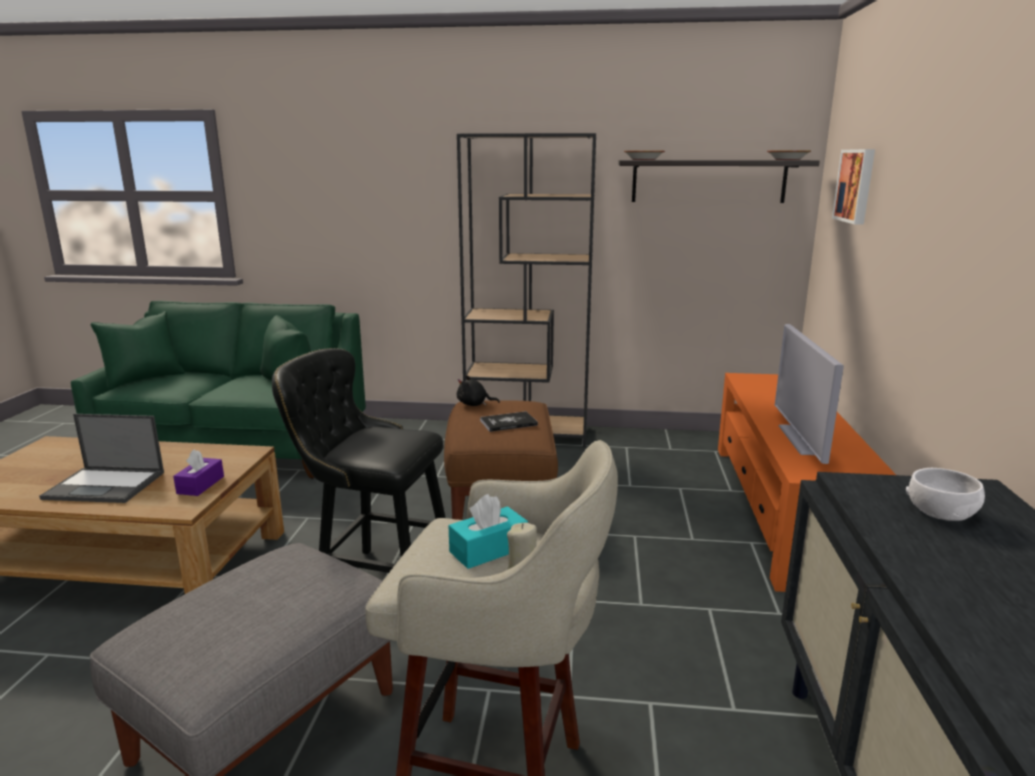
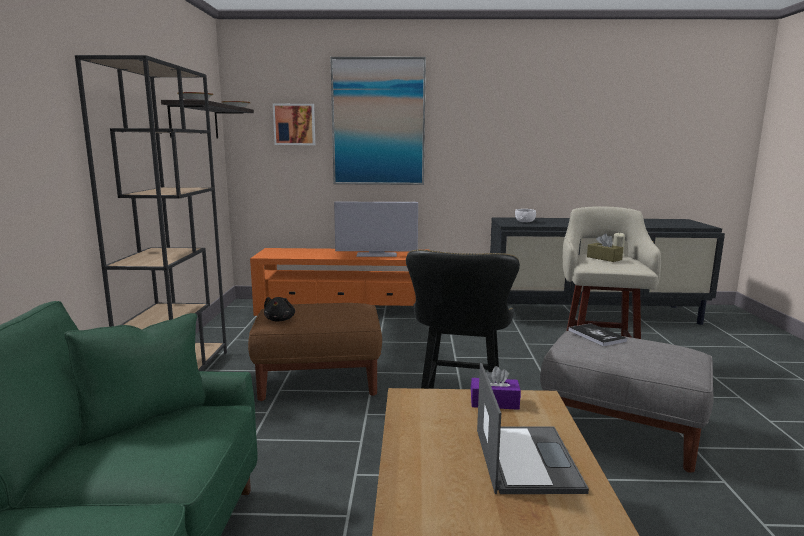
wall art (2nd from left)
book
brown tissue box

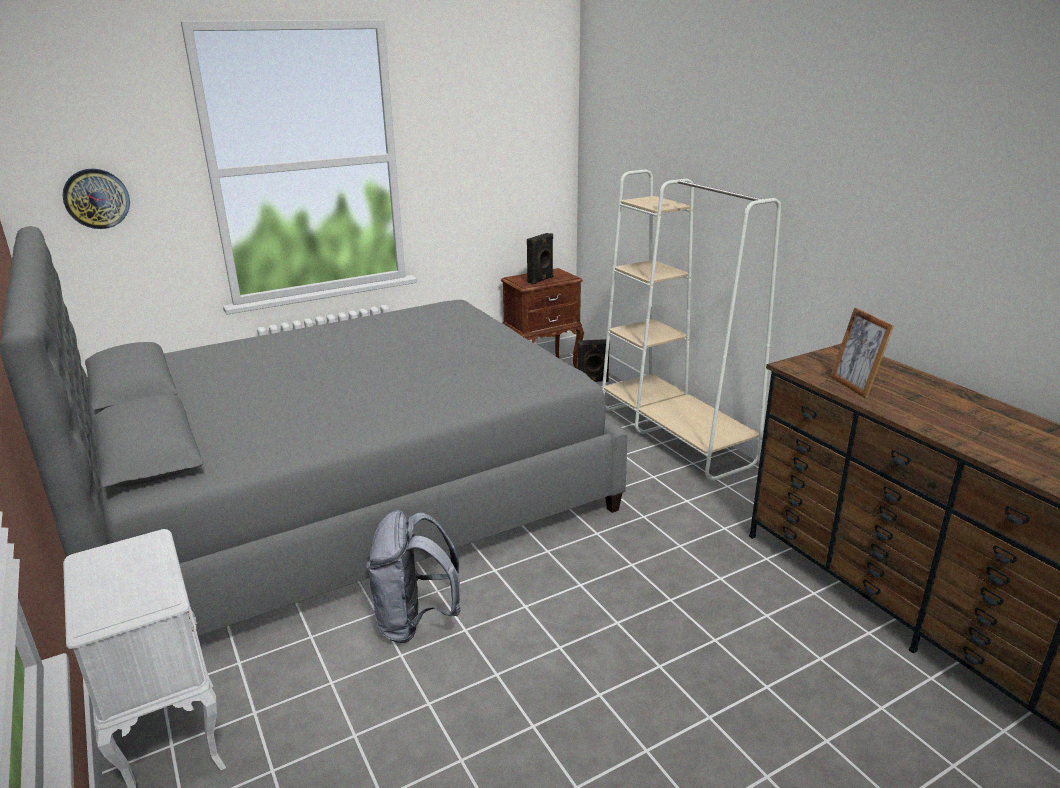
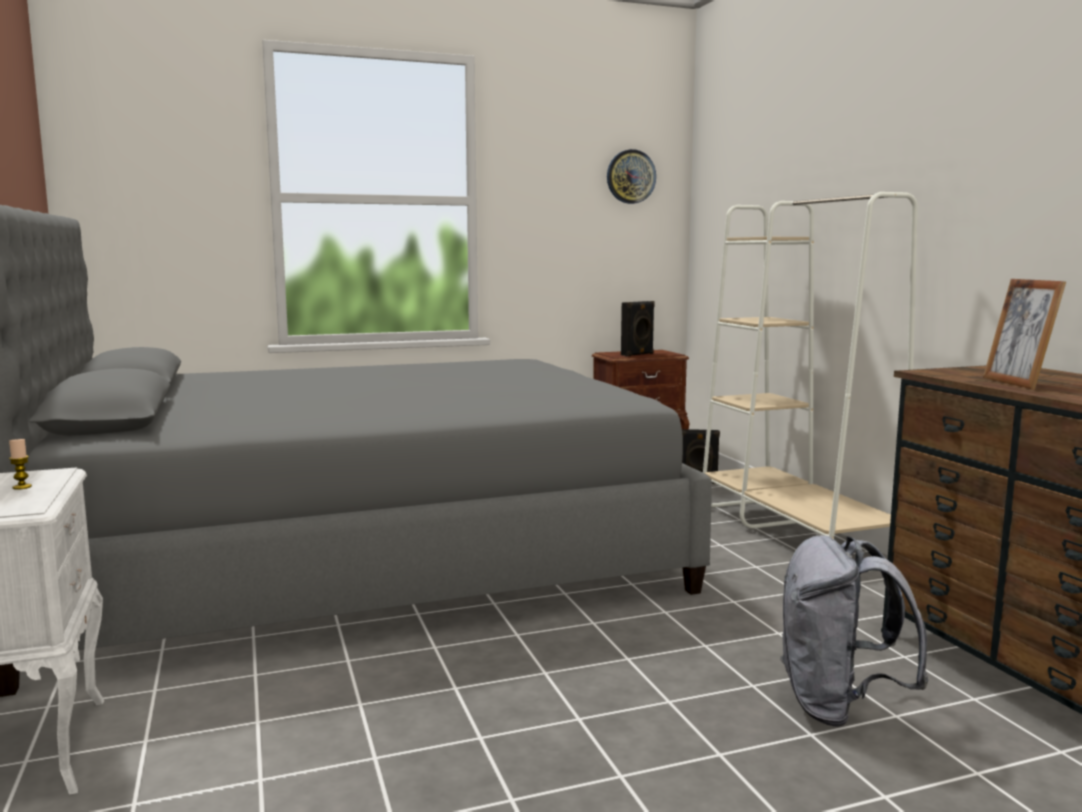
wax candle
wall clock
grey backpack

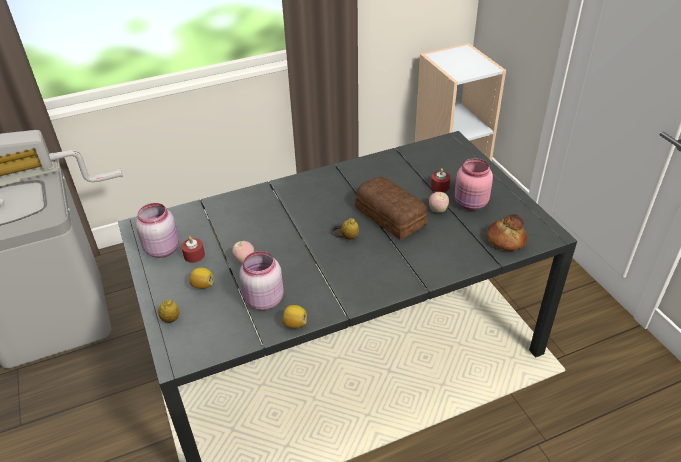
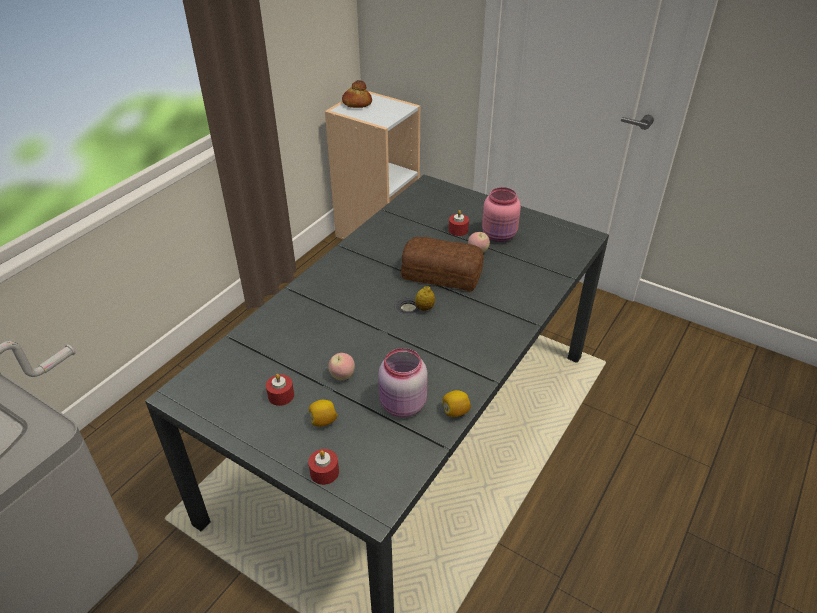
red-coloured wax candle (2nd from left)
bread (1st from left)
pink jar (1st from left in the first image)

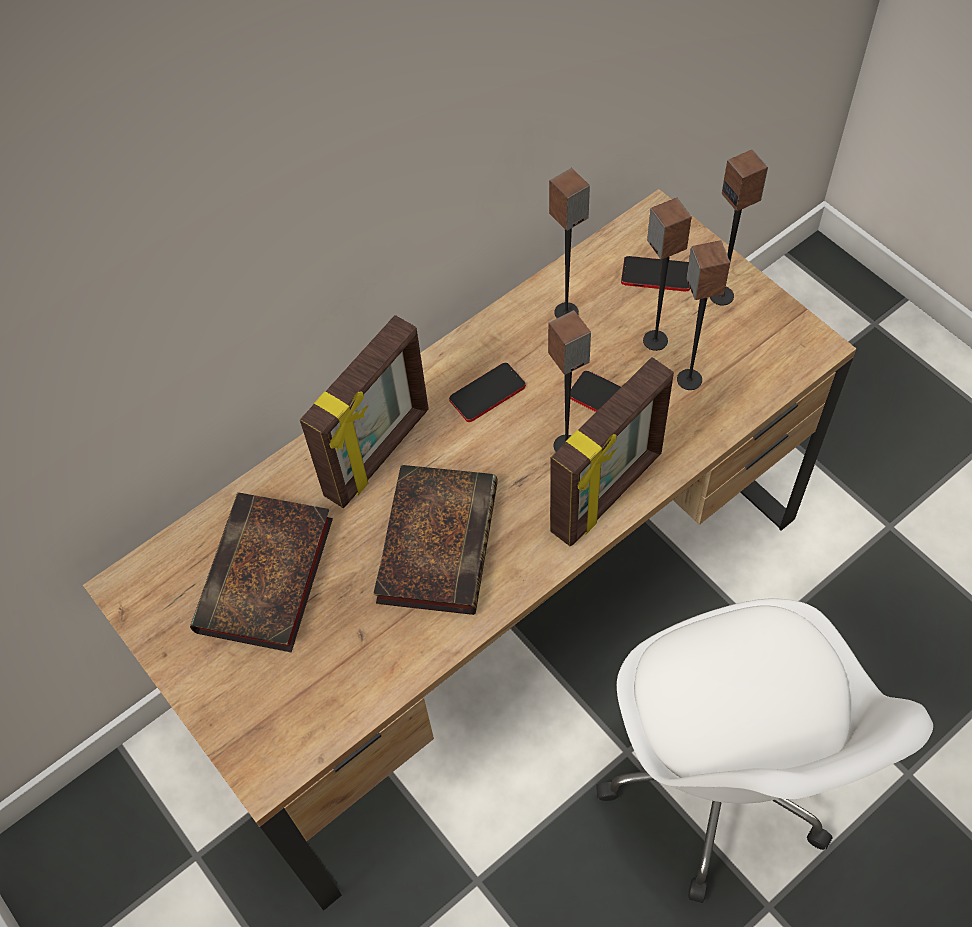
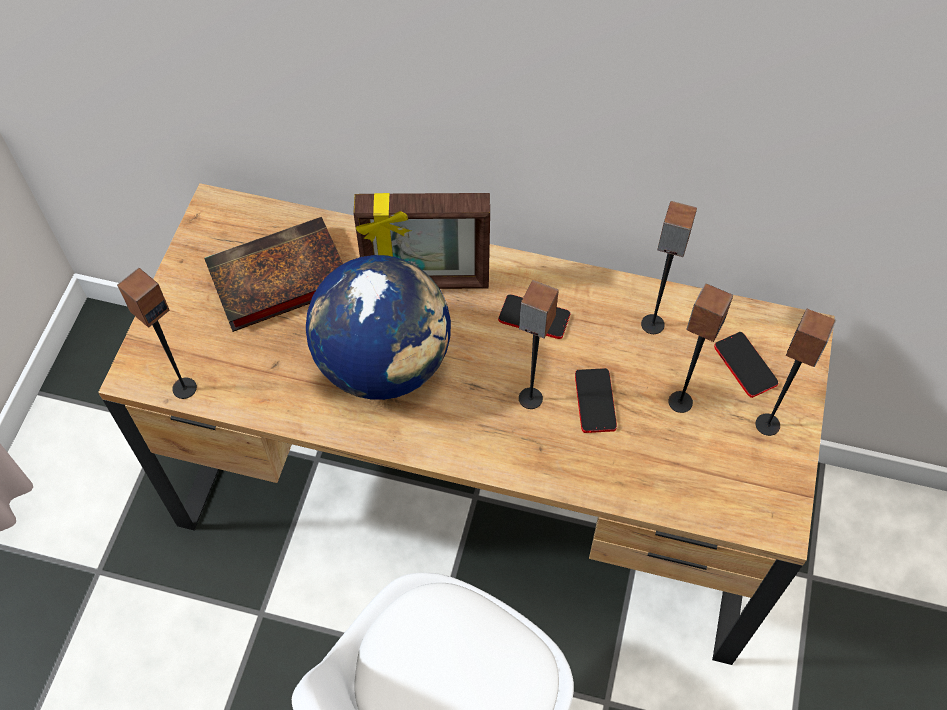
loudspeaker (1st from left)
globe
photo frame (2nd from left in the first image)

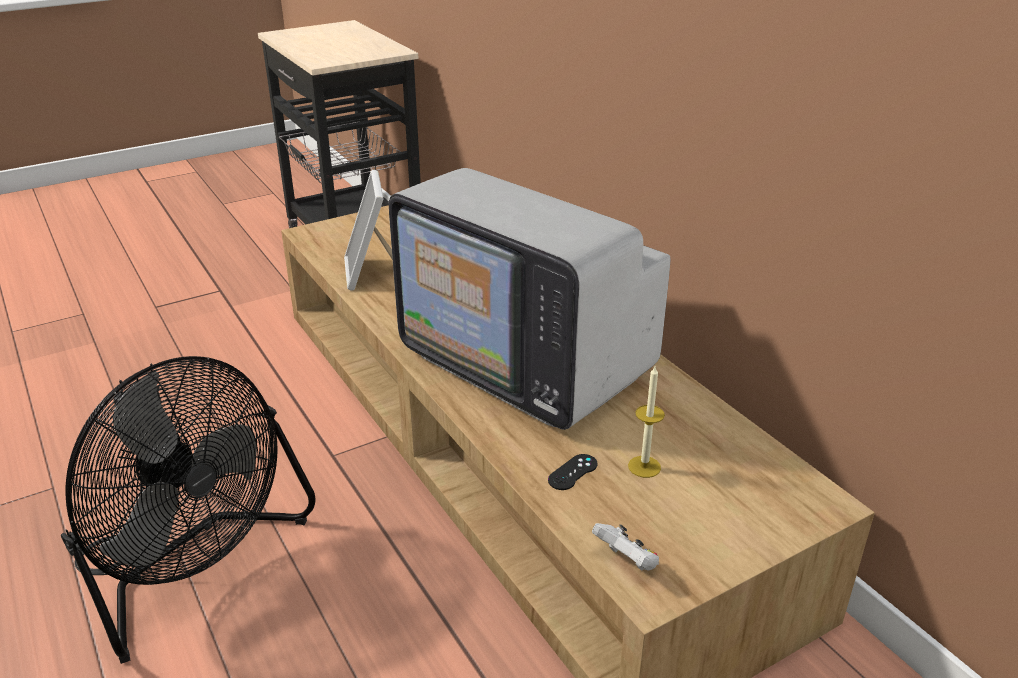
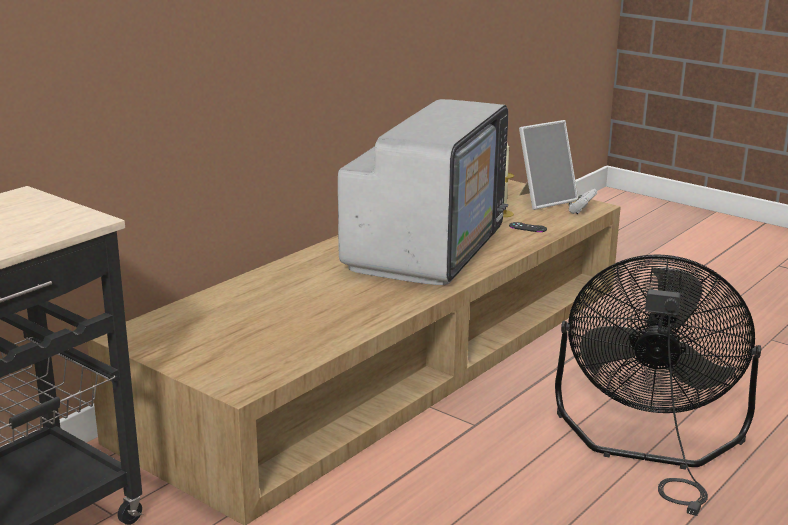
photo frame

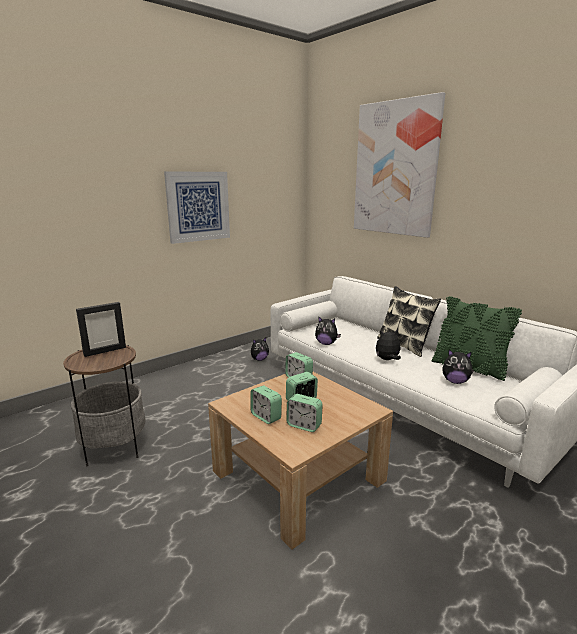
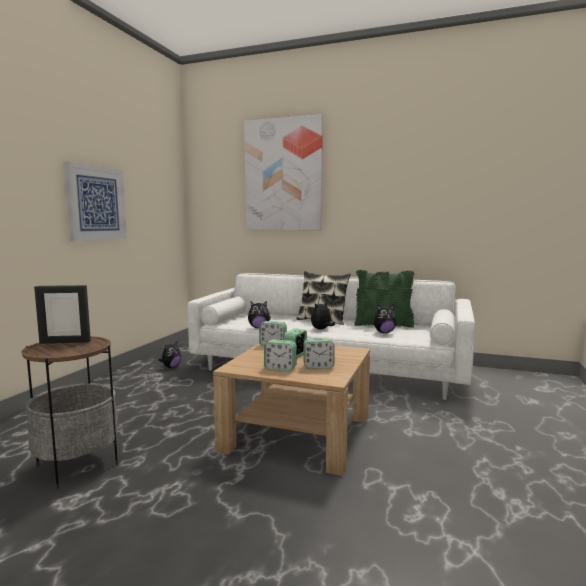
photo frame

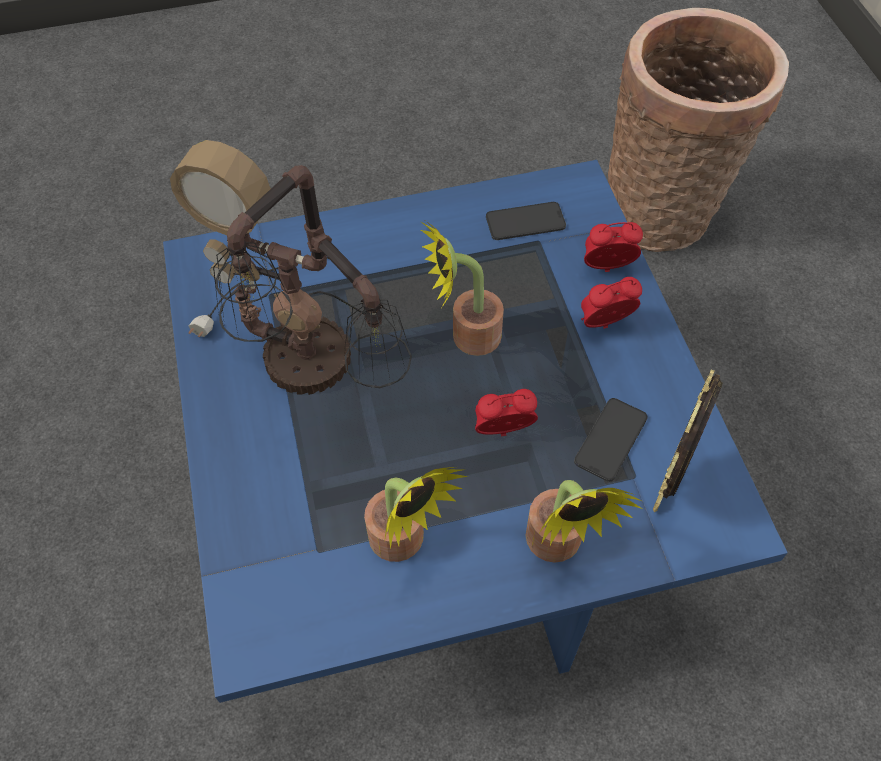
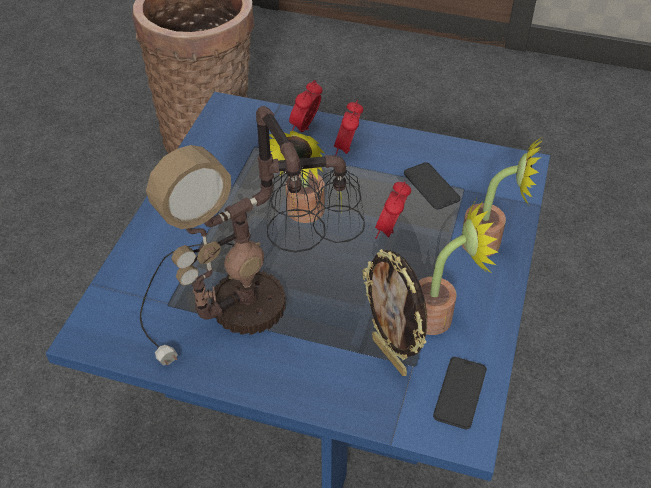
photo frame
phone (2nd from left)

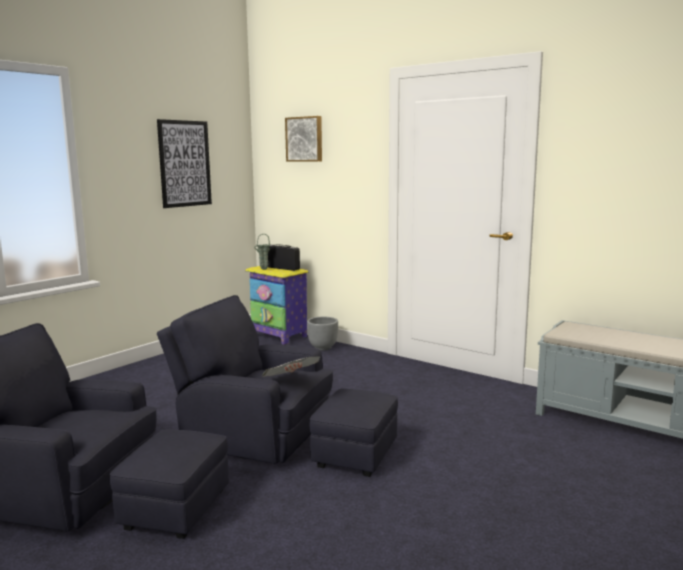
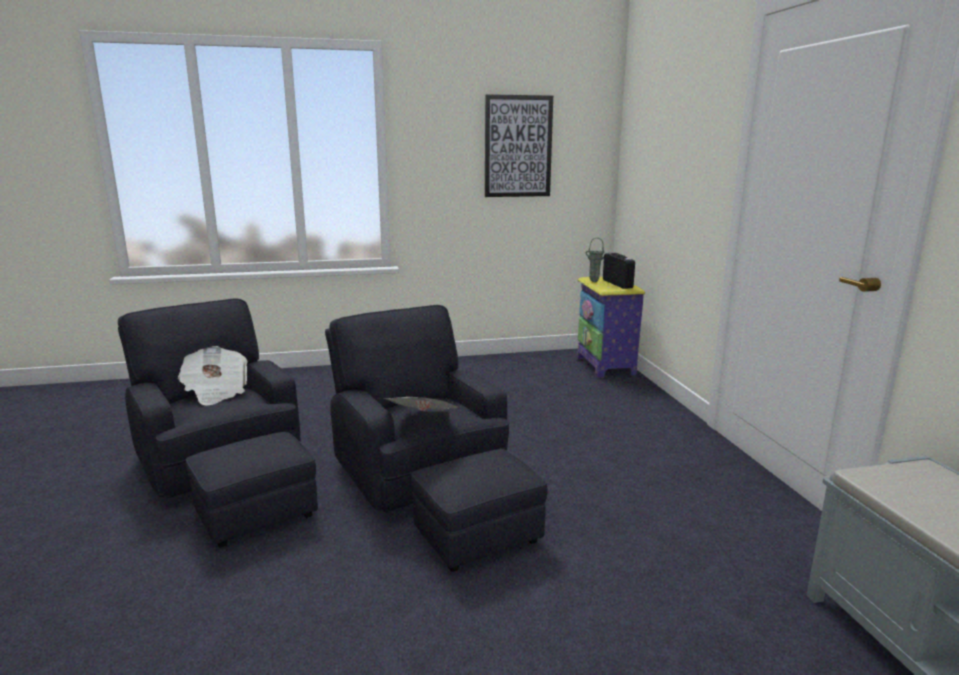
newspaper (1st from left)
wall art (2nd from left in the first image)
grey plant pot

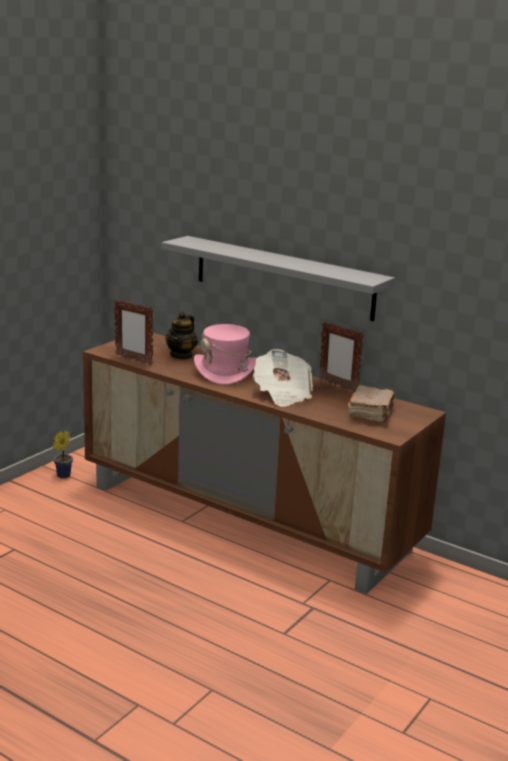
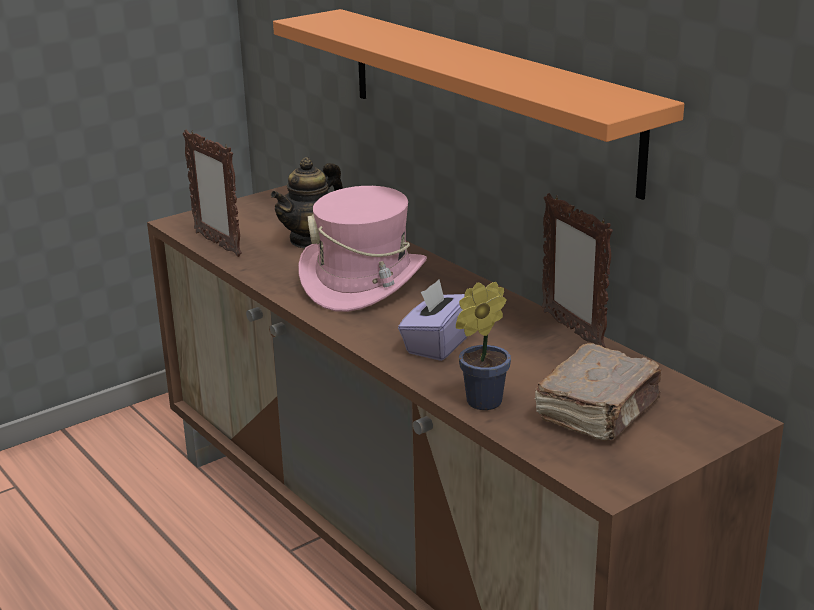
orangey bracket shelf
purple tissue box
potted plant

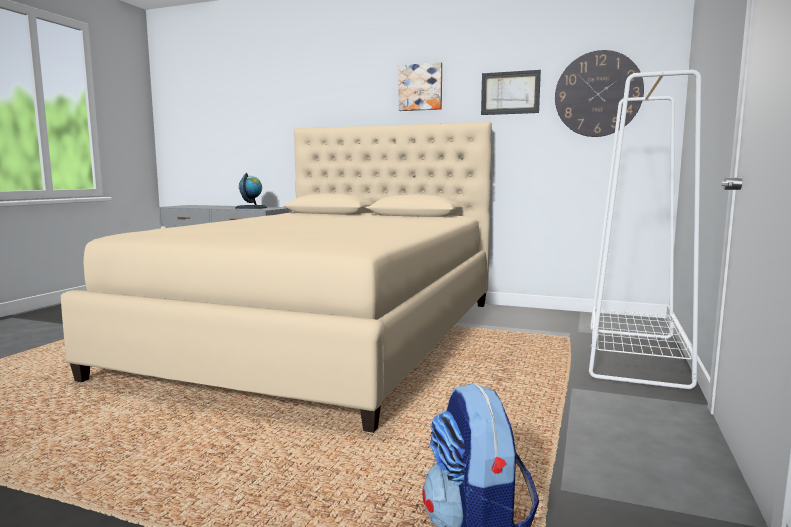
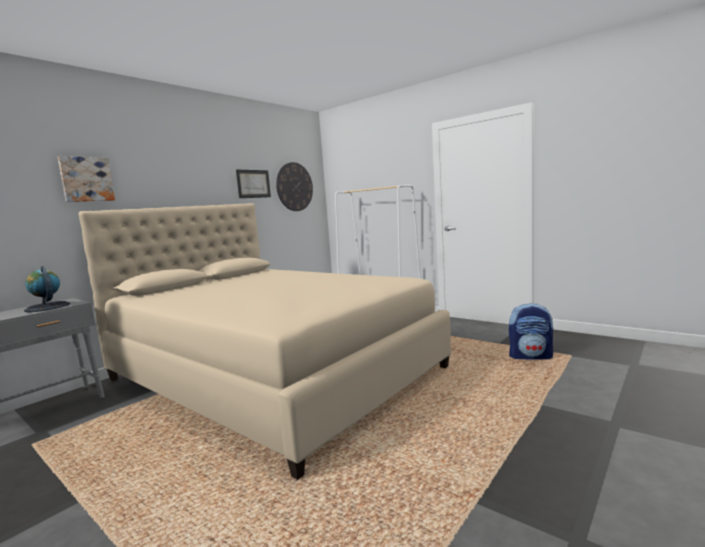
wall art (1st from left)

